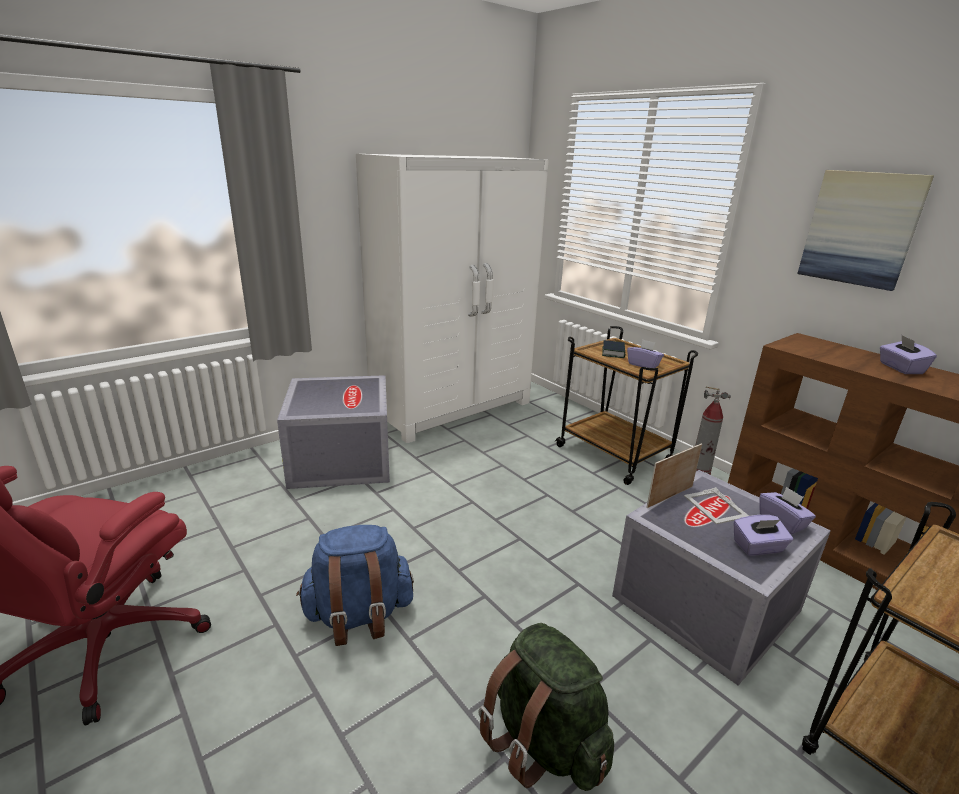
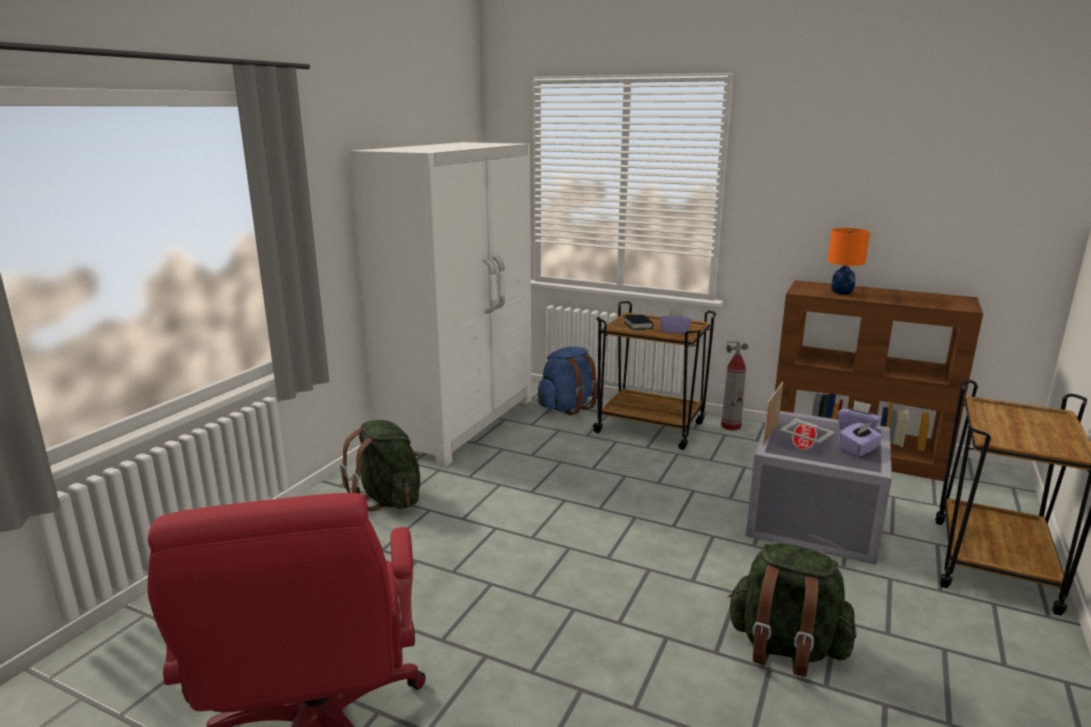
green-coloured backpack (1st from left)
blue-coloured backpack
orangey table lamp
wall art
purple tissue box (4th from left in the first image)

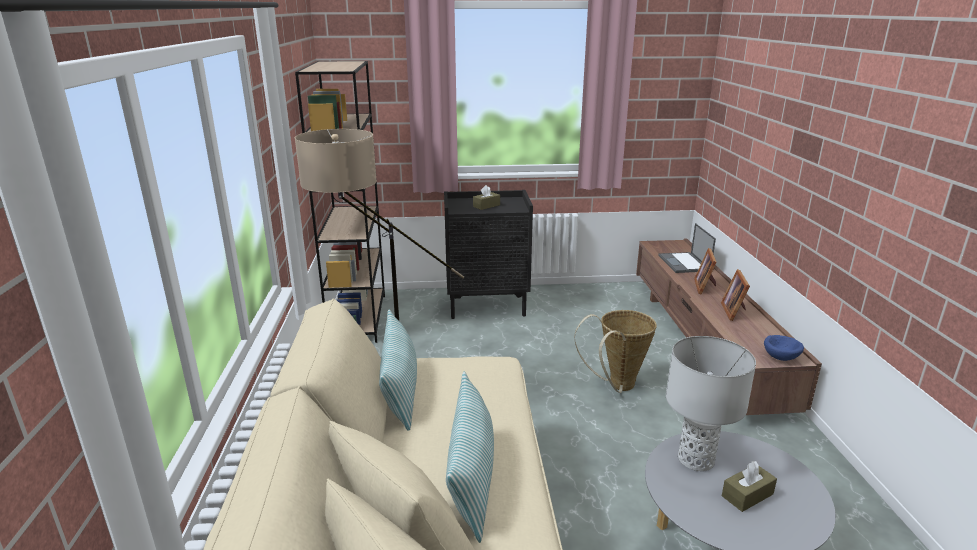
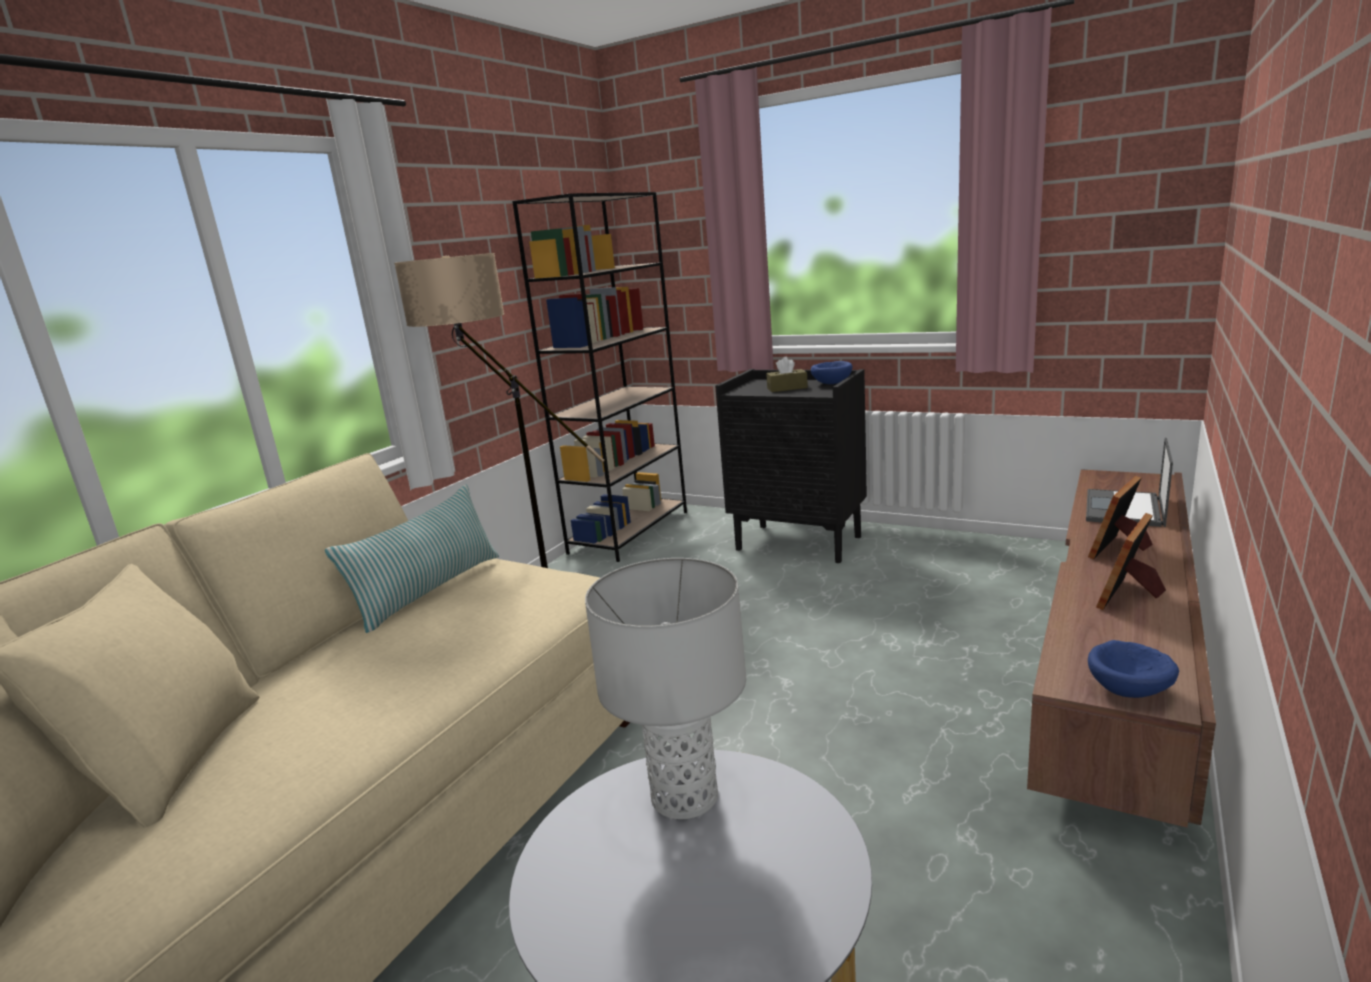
blue-coloured deep dish (1st from left)
pillow (2nd from left in the first image)
storage basket
brown tissue box (2nd from left in the first image)

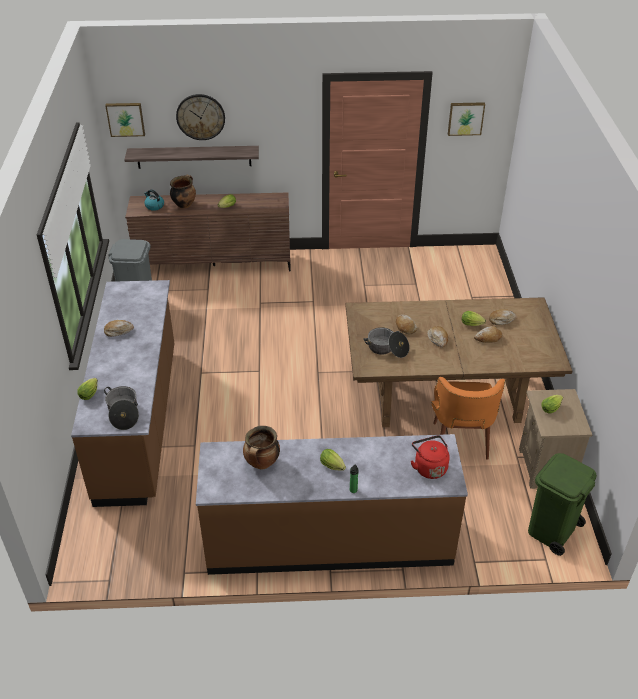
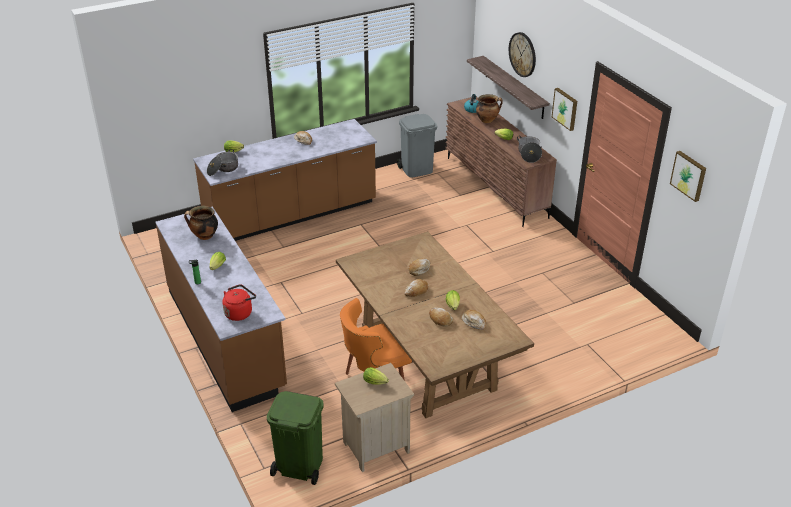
cooking pot (4th from left)
wall art (1st from left)

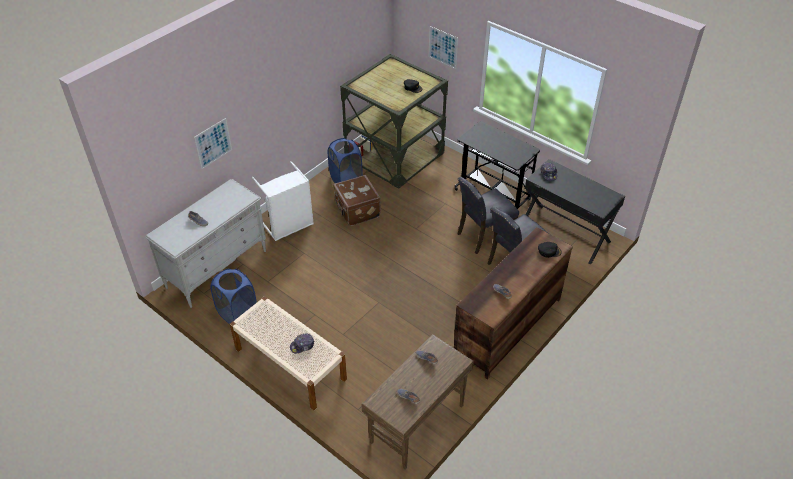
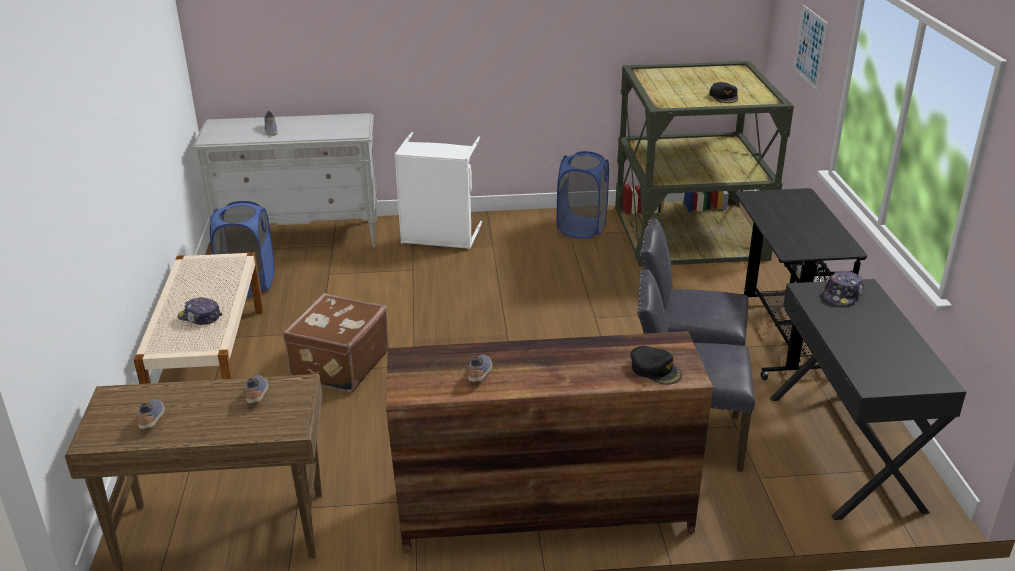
brown travel case
wall art (1st from left in the first image)

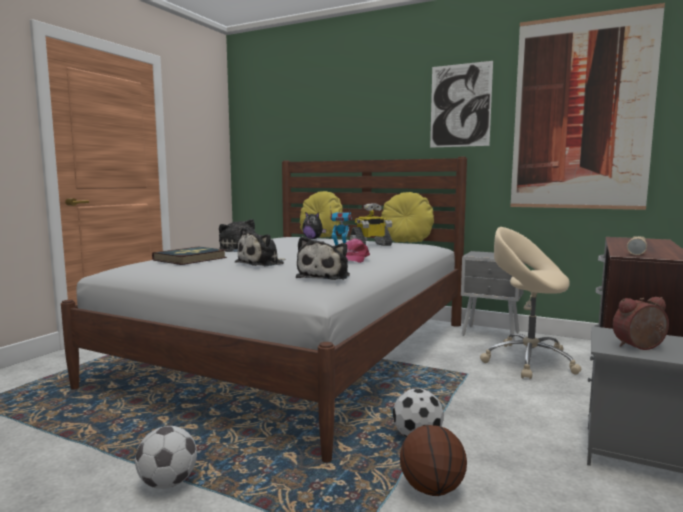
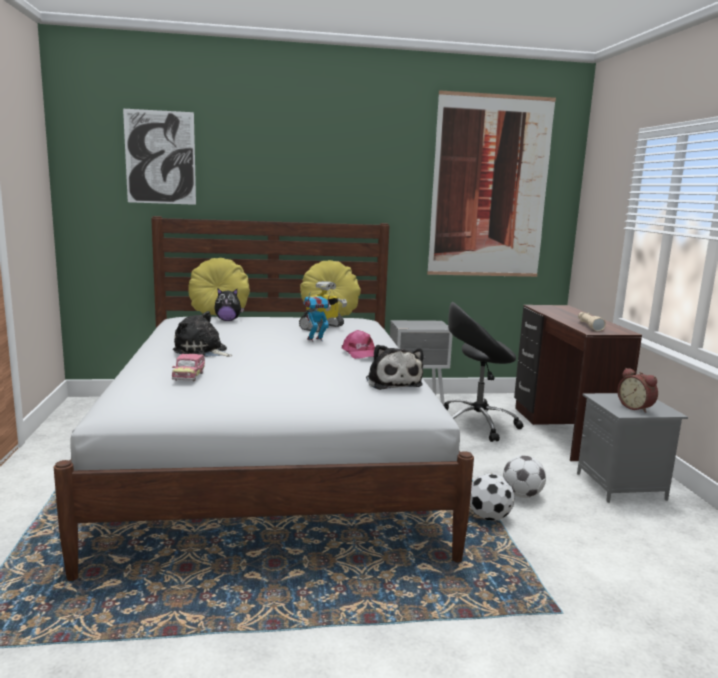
wall art (1st from left)
toy car
black computer chair
football (2nd from left)
table clock
cuddly toy (2nd from left in the first image)
basketball ball

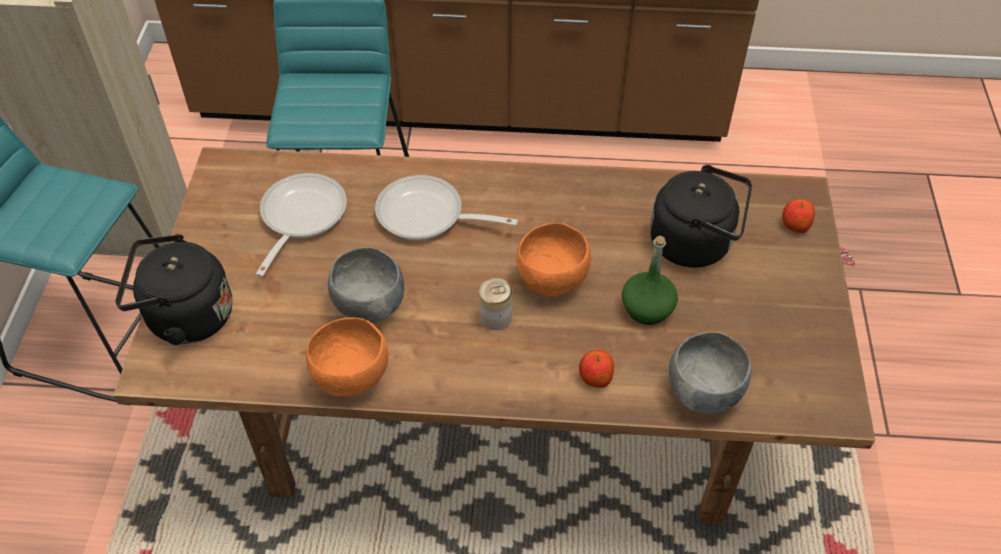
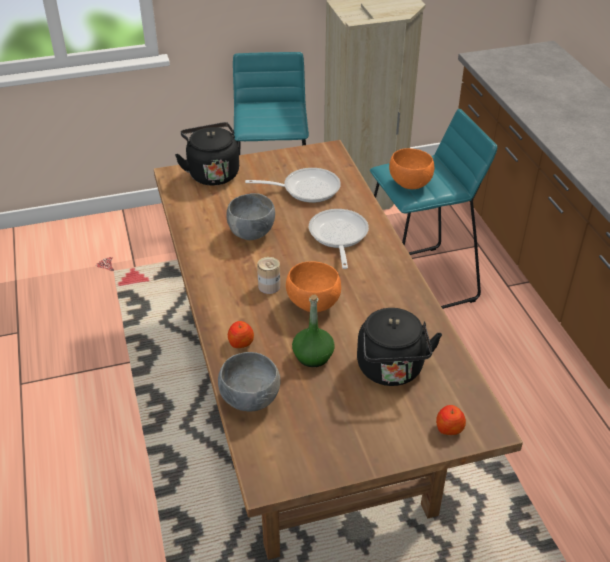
orangey deep dish (2nd from left)

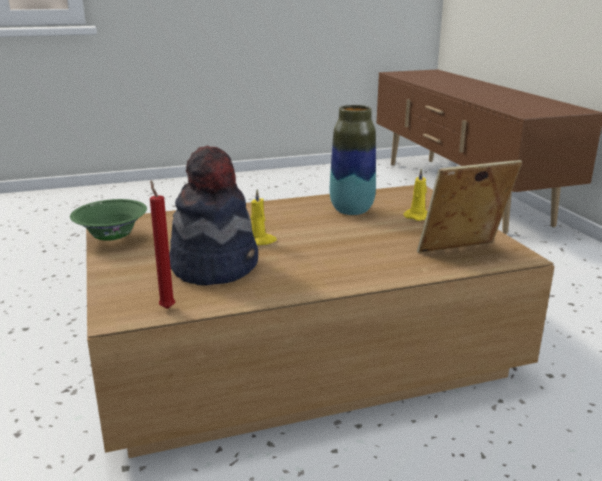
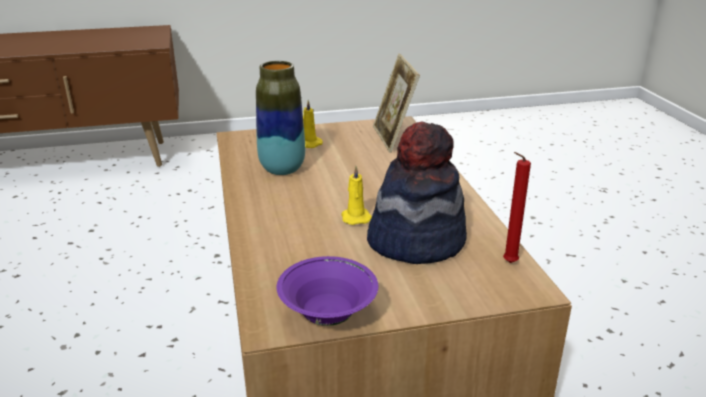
purple deep dish

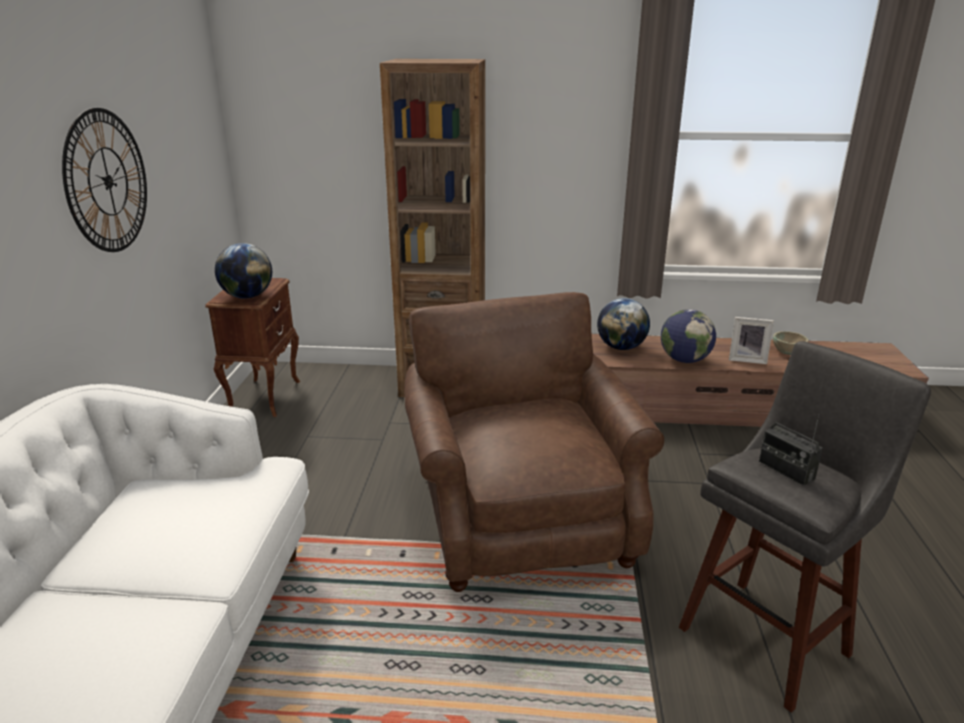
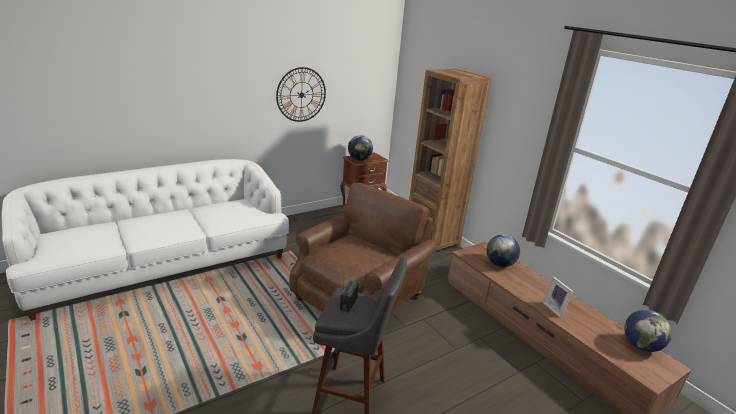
globe (3rd from left)
sand-coloured deep dish

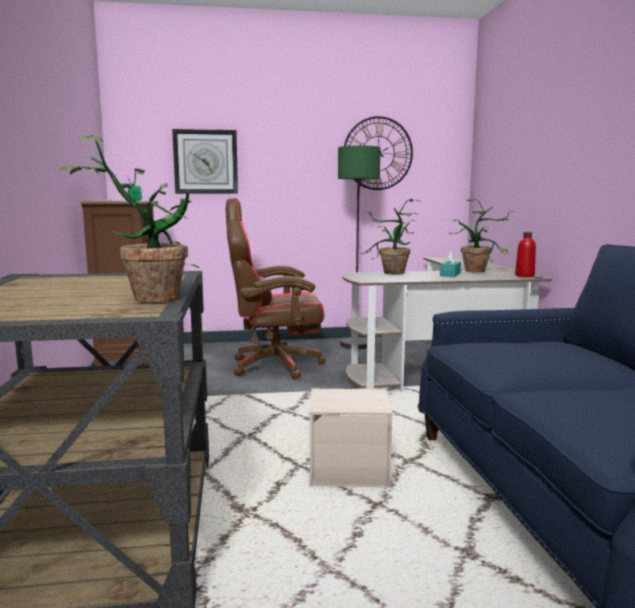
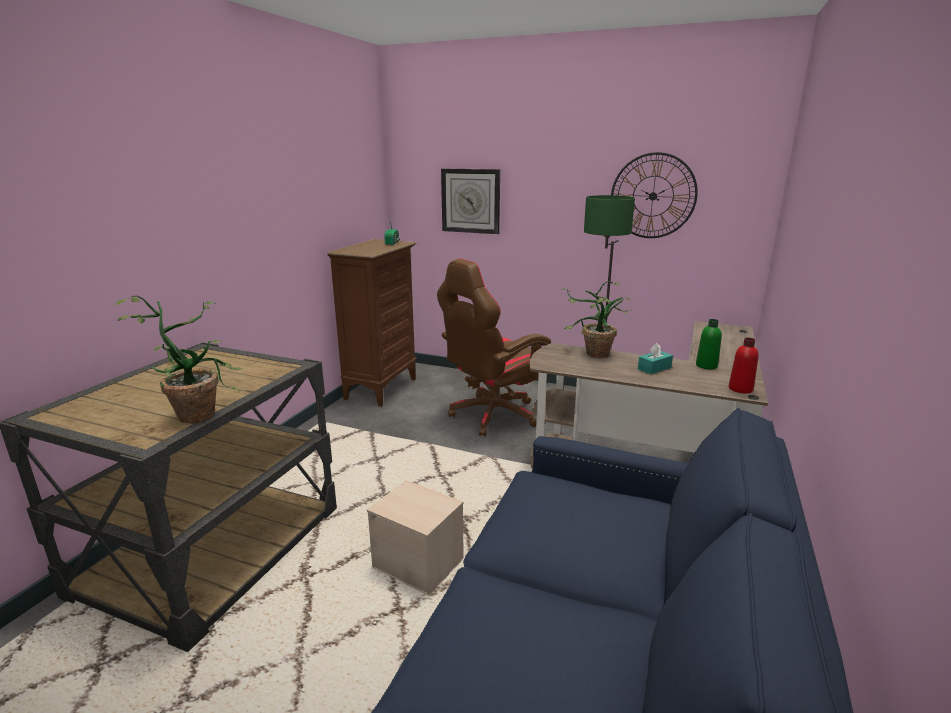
brown computer chair
green-coloured drink bottle

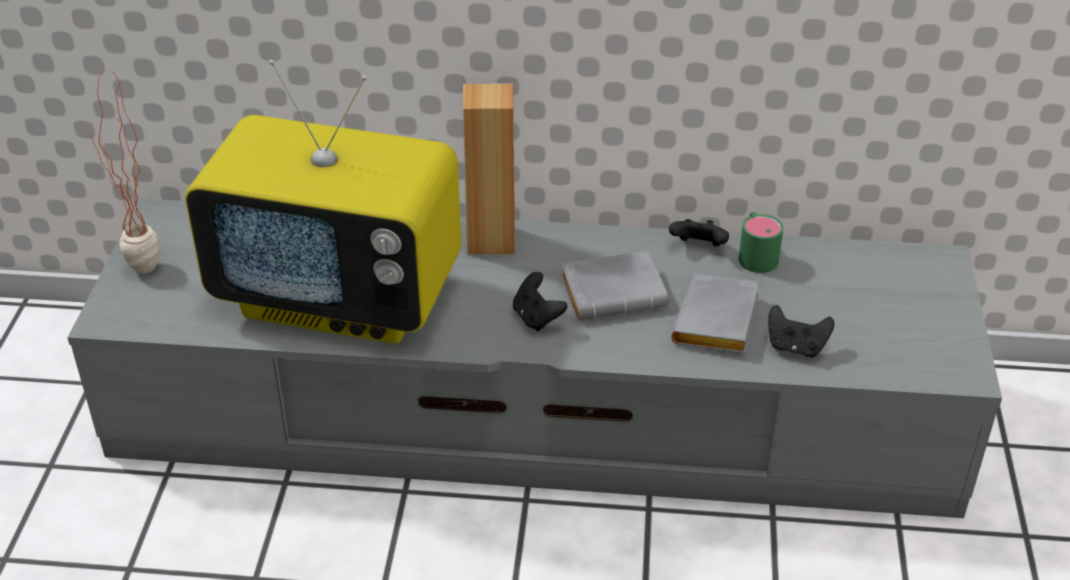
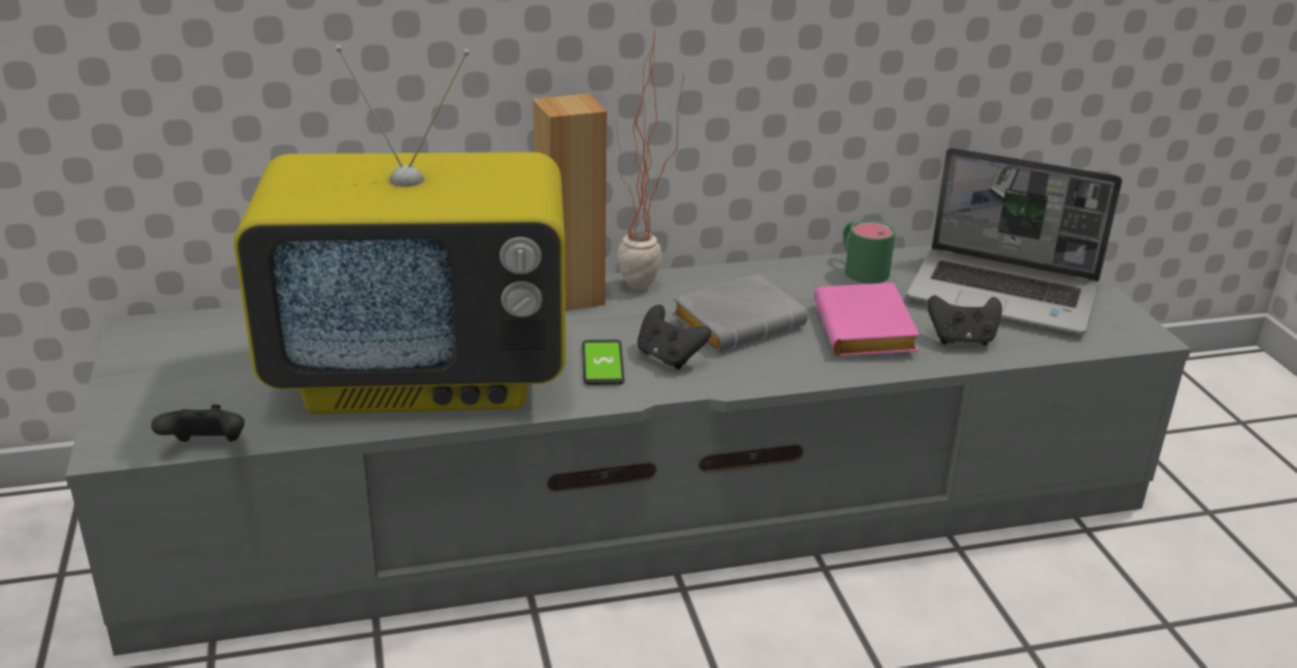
black joypad (1st from left)
phone
potted plant
pink book
portable computer

